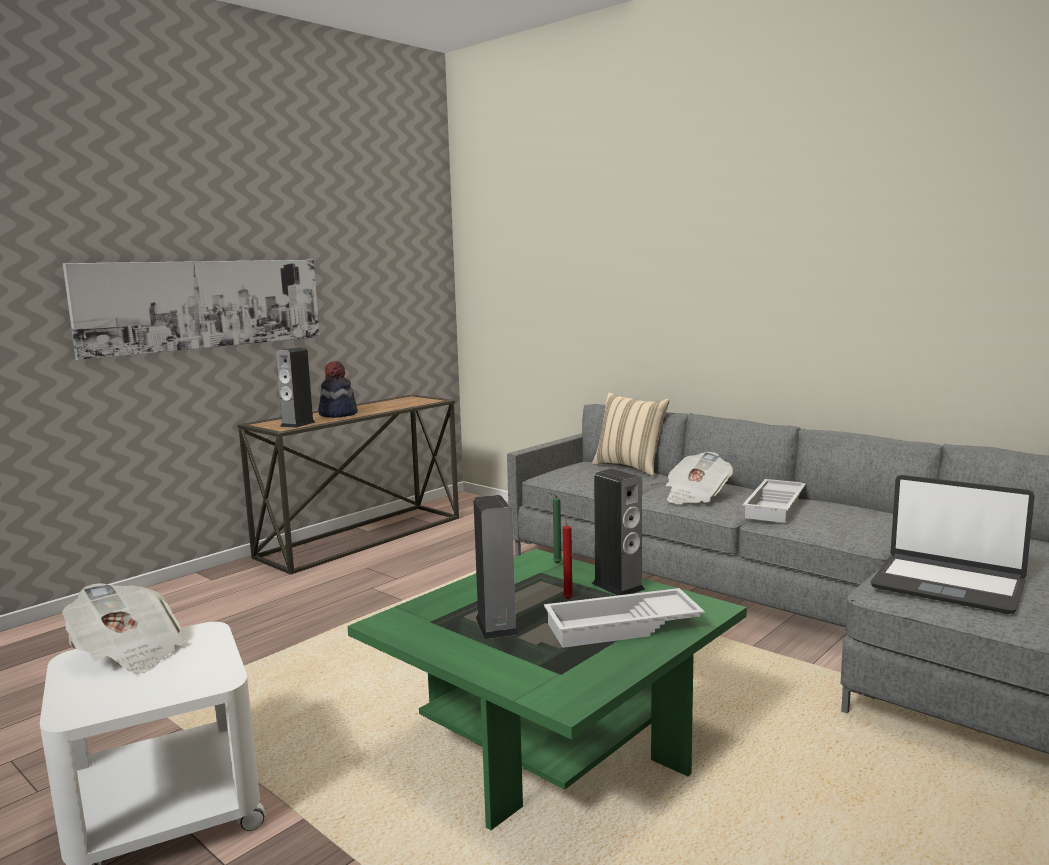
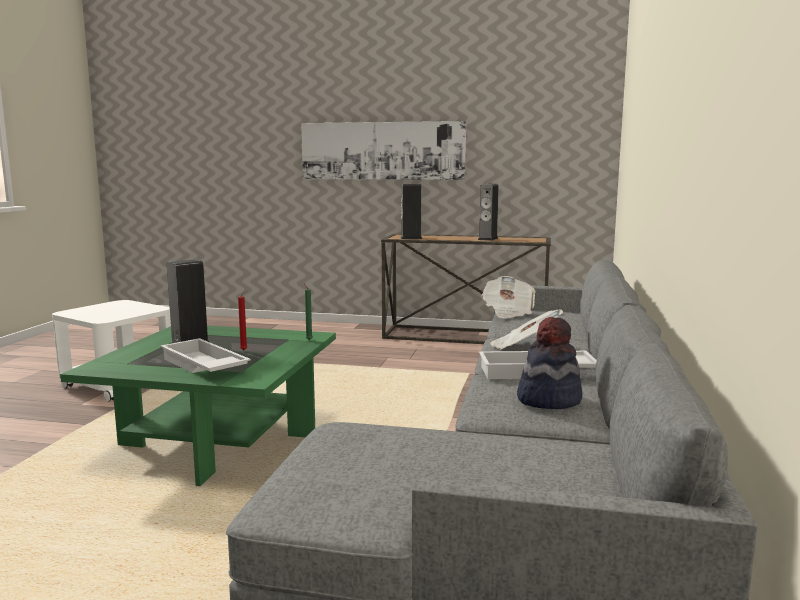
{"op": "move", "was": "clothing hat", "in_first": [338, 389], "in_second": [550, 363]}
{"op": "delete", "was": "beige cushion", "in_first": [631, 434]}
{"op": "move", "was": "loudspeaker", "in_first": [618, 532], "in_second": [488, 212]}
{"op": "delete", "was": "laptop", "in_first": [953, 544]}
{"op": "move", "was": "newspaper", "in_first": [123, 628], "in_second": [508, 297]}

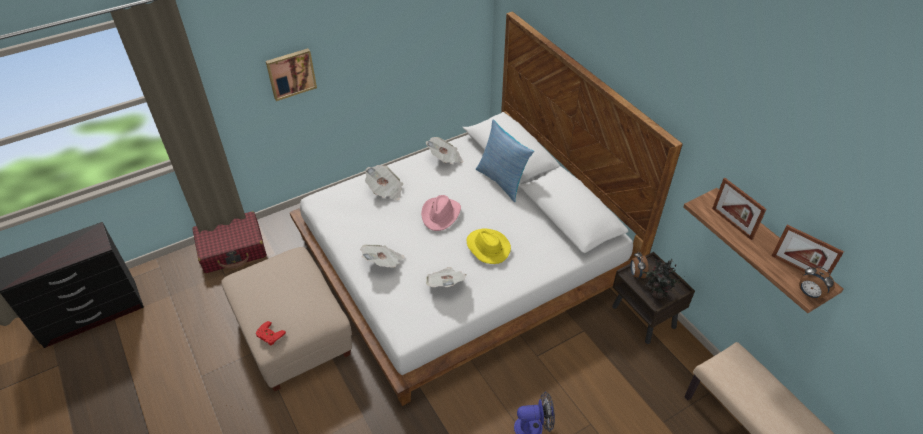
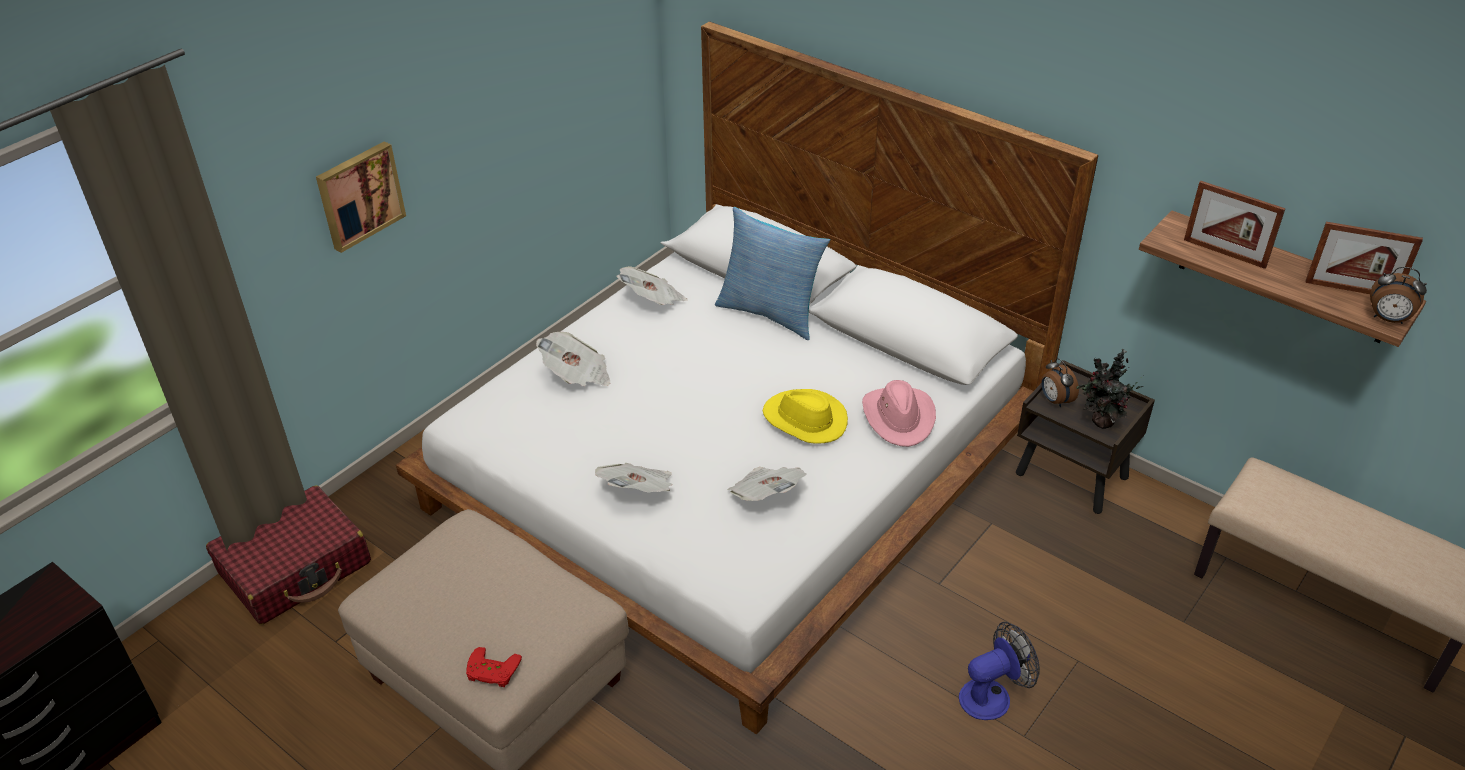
{"op": "move", "was": "pinkish clothing hat", "in_first": [441, 213], "in_second": [899, 413]}

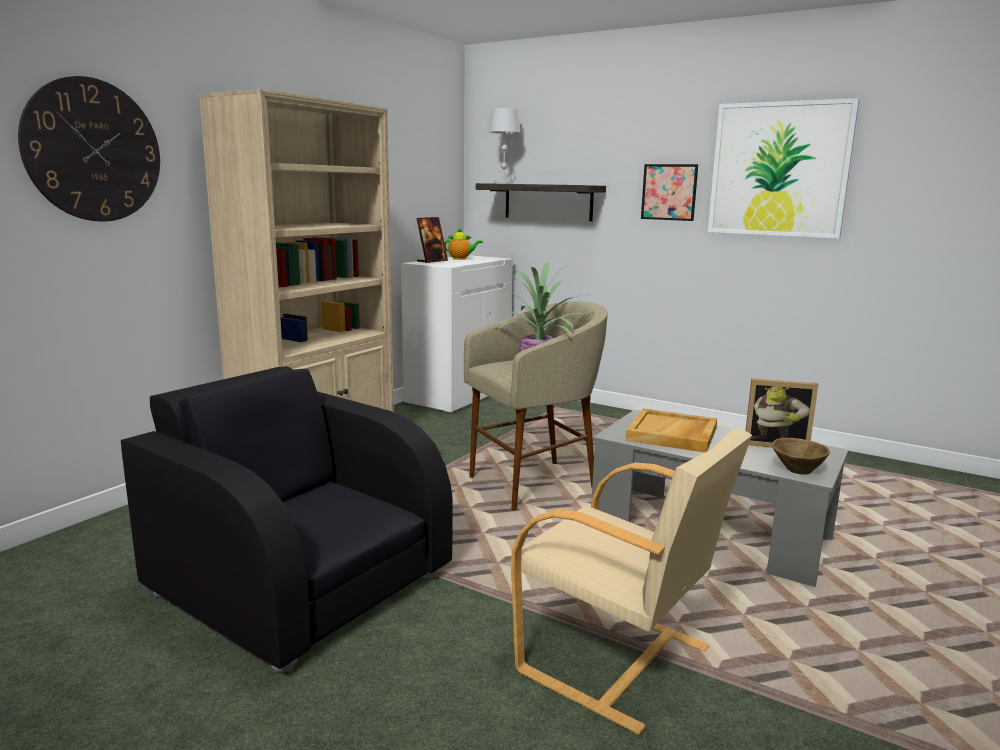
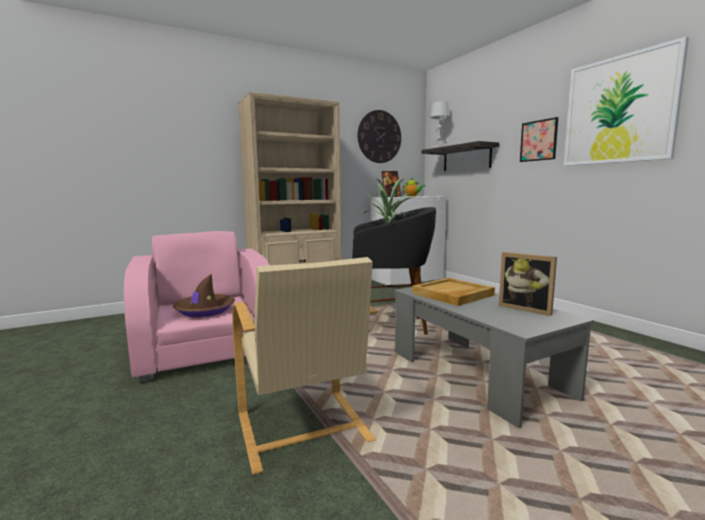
{"op": "move", "was": "wall clock", "in_first": [89, 149], "in_second": [379, 136]}
{"op": "recolor", "was": "beige sitting stool", "now": "blackish sitting stool", "in_first": [536, 406], "in_second": [394, 271]}
{"op": "recolor", "was": "blackish lounge chair", "now": "pinkish lounge chair", "in_first": [286, 519], "in_second": [196, 306]}
{"op": "delete", "was": "brown-coloured deep dish", "in_first": [801, 456]}
{"op": "insert", "now": "brown-coloured clothing hat", "in_second": [204, 295]}

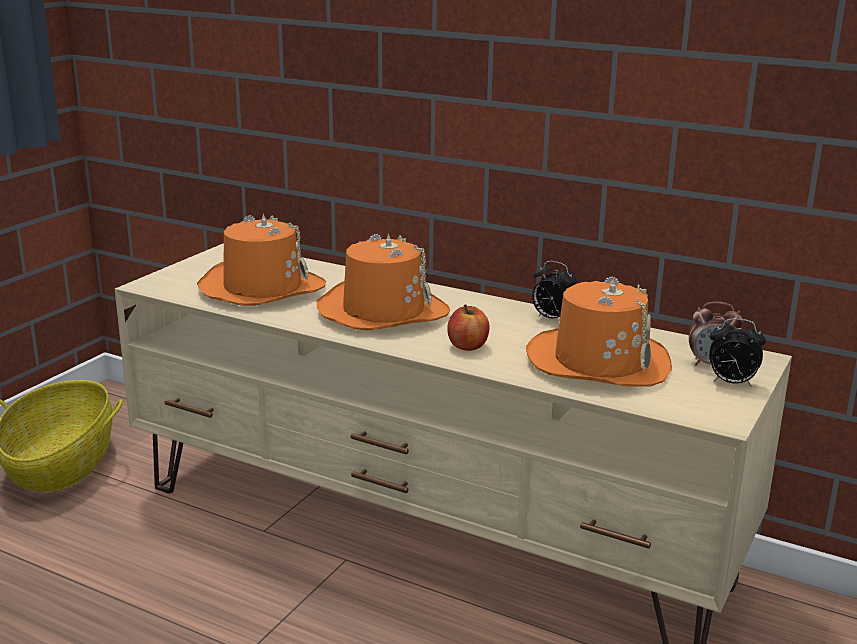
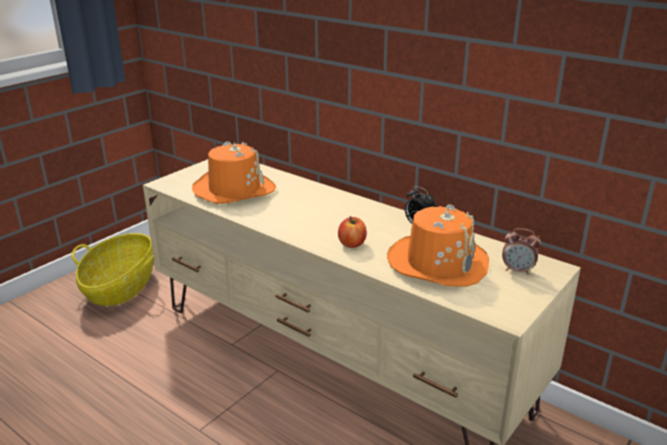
{"op": "delete", "was": "orange clothing hat", "in_first": [383, 282]}
{"op": "delete", "was": "alarm clock", "in_first": [737, 352]}

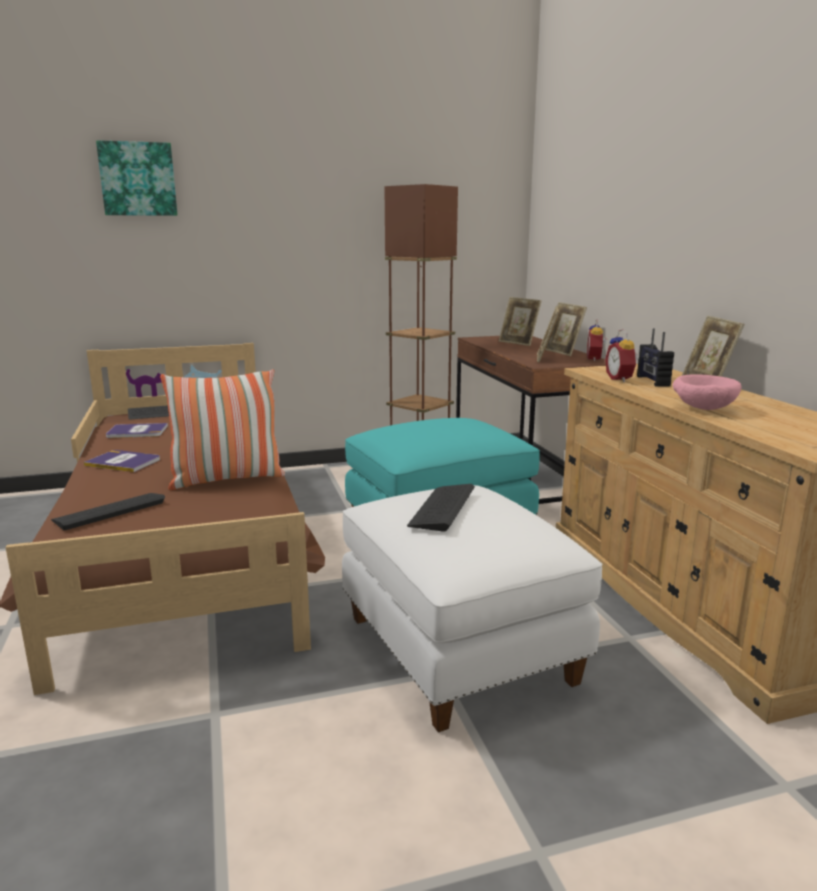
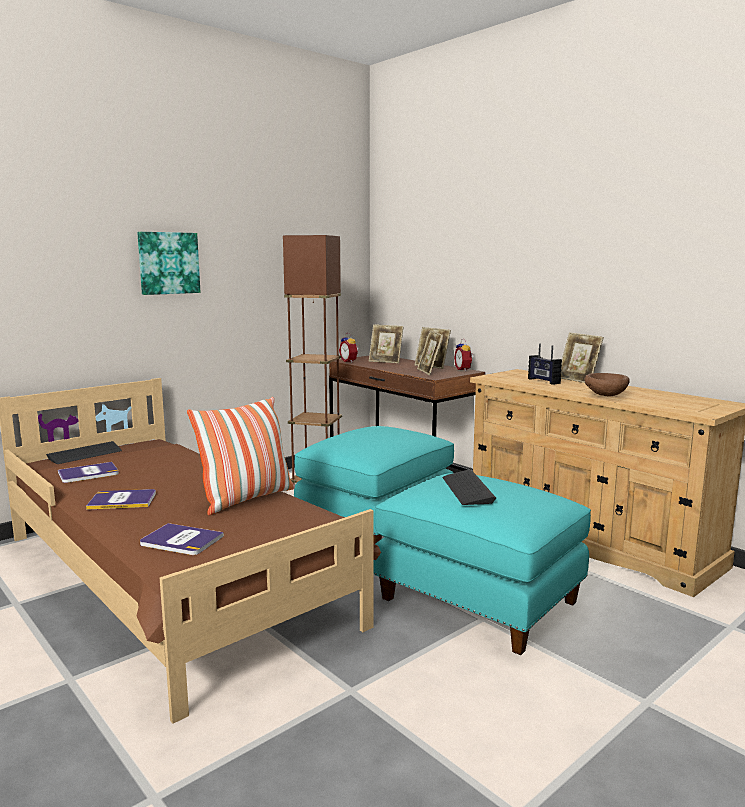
{"op": "move", "was": "wall art", "in_first": [137, 178], "in_second": [168, 263]}
{"op": "move", "was": "alarm clock", "in_first": [622, 355], "in_second": [348, 347]}
{"op": "recolor", "was": "pinkish deep dish", "now": "brown-coloured deep dish", "in_first": [707, 392], "in_second": [607, 384]}
{"op": "recolor", "was": "white footrest", "now": "blue-green footrest", "in_first": [472, 608], "in_second": [482, 564]}
{"op": "replace", "was": "computer keyboard", "now": "bound book", "in_first": [108, 511], "in_second": [182, 539]}

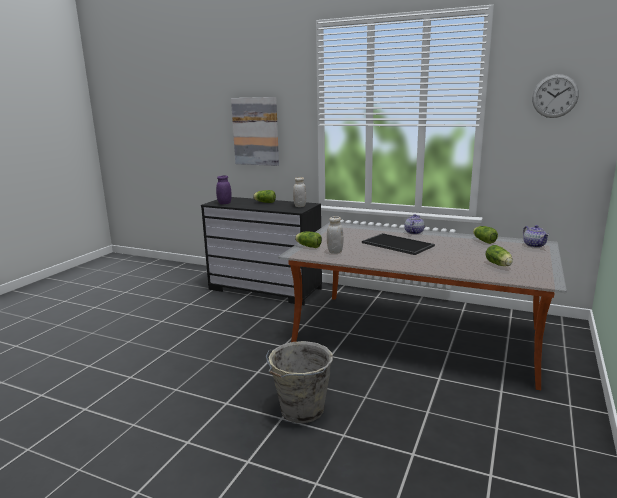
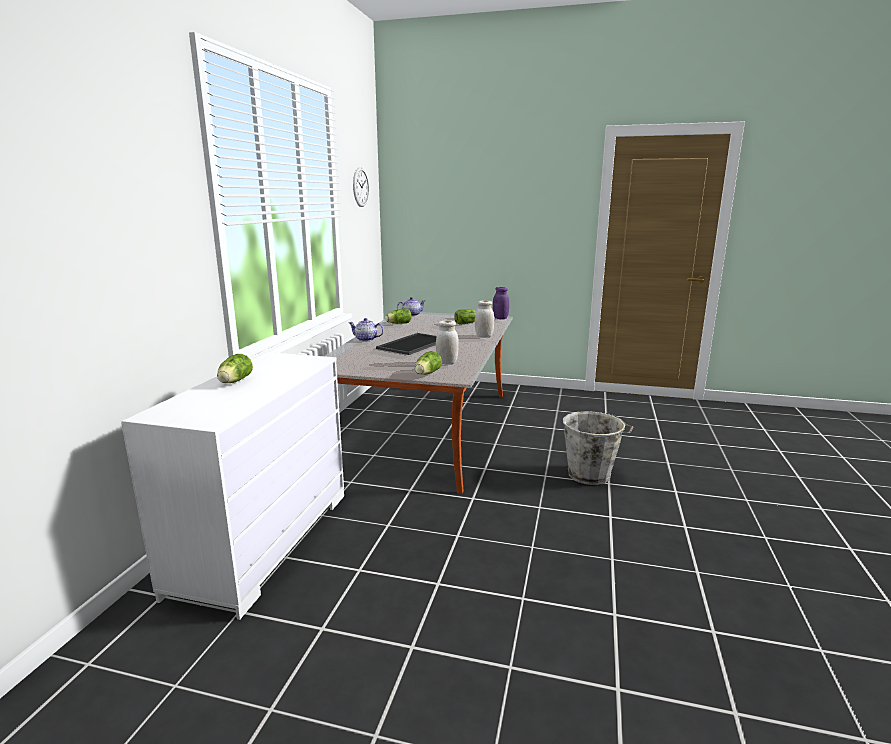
{"op": "delete", "was": "wall art", "in_first": [255, 131]}
{"op": "move", "was": "purplish jar", "in_first": [224, 189], "in_second": [501, 303]}
{"op": "move", "was": "white jar", "in_first": [299, 192], "in_second": [484, 318]}
{"op": "recolor", "was": "blackish drawer chest", "now": "white drawer chest", "in_first": [261, 251], "in_second": [232, 486]}

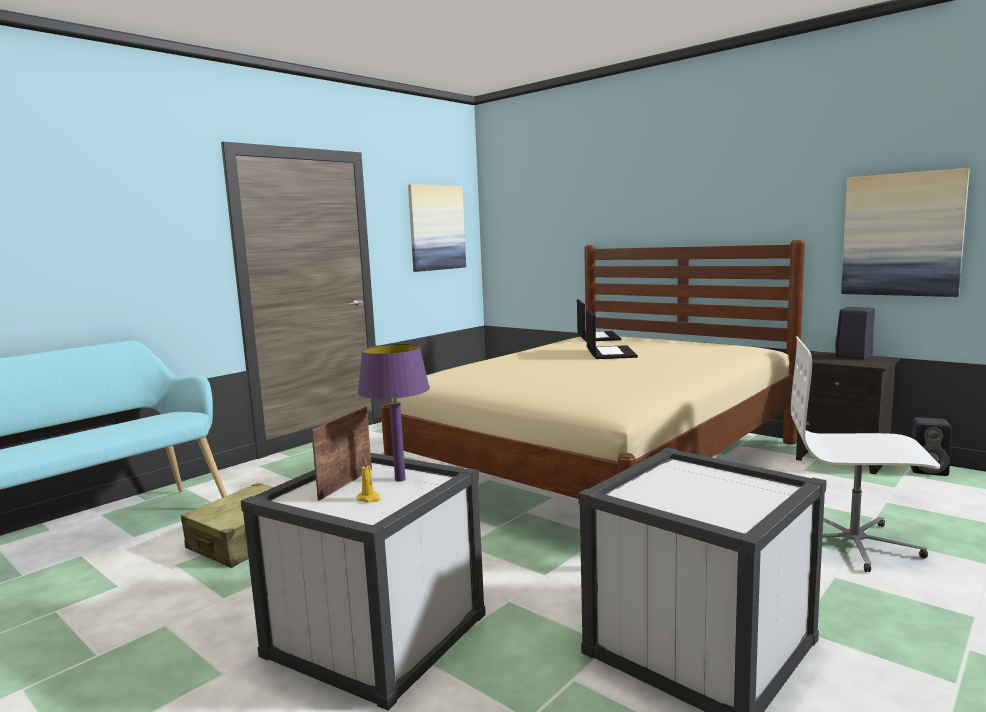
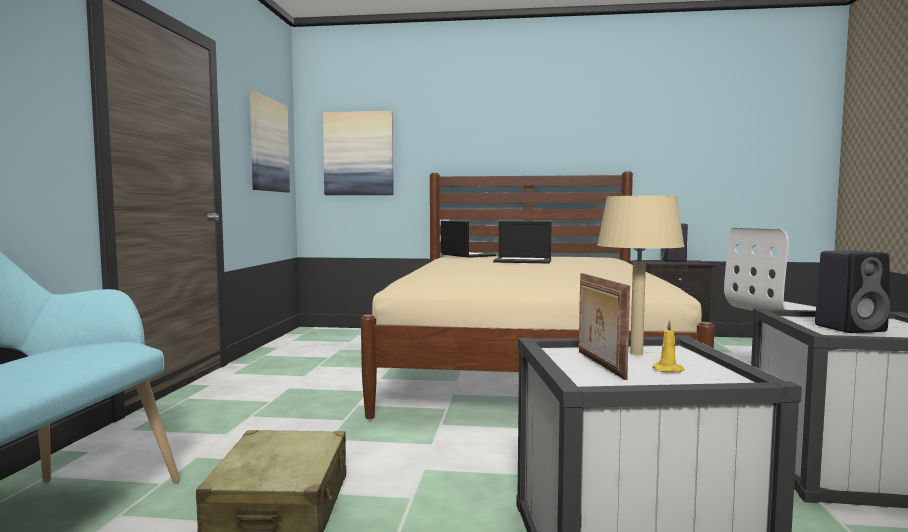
{"op": "move", "was": "wall art", "in_first": [905, 232], "in_second": [358, 153]}
{"op": "rotate", "was": "laptop", "in_first": [612, 334], "in_second": [522, 242], "clockwise": 135}
{"op": "recolor", "was": "purplish table lamp", "now": "beige table lamp", "in_first": [394, 413], "in_second": [641, 275]}
{"op": "move", "was": "blackish loudspeaker", "in_first": [930, 446], "in_second": [852, 291]}

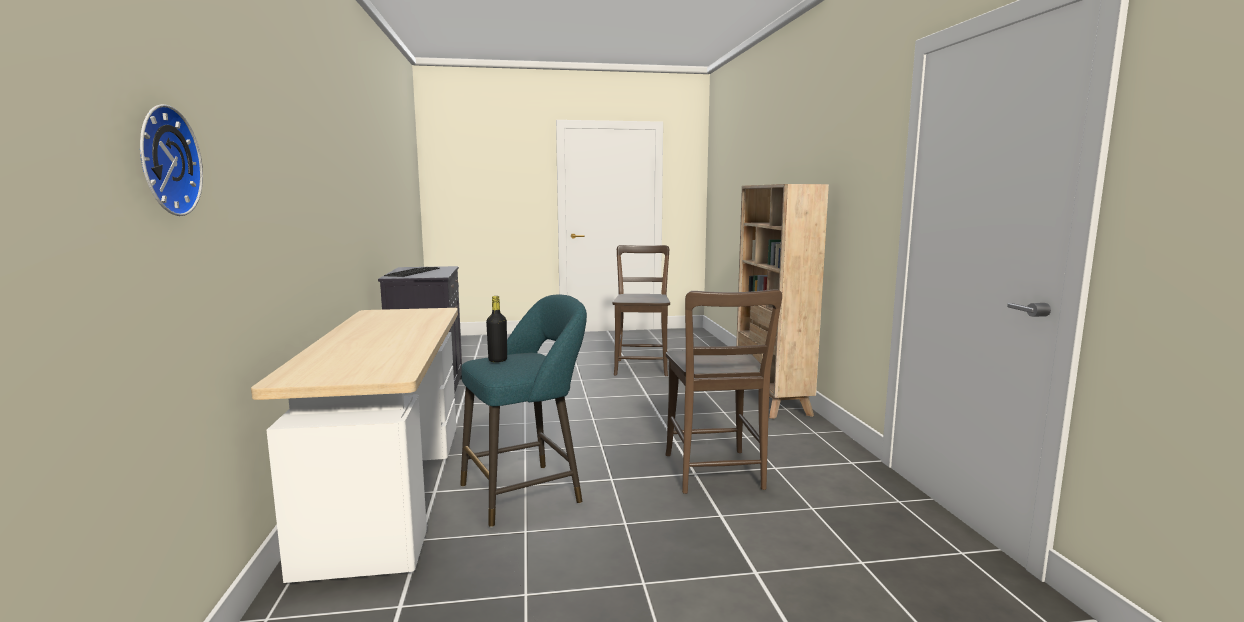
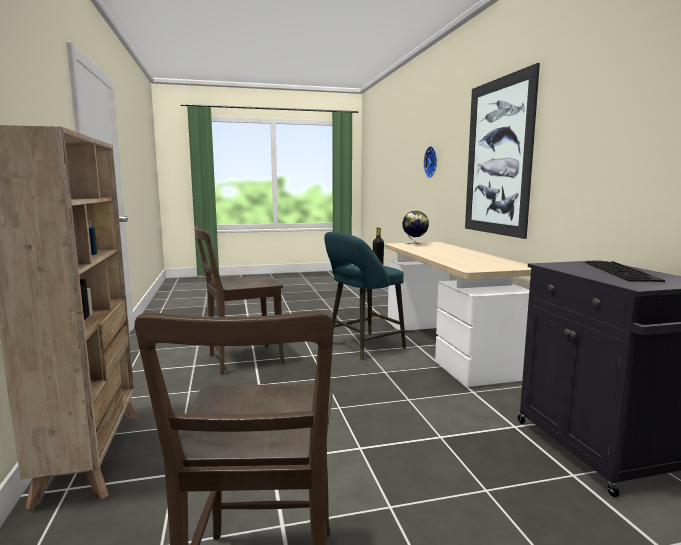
{"op": "rotate", "was": "brown-coloured plain chair", "in_first": [723, 391], "in_second": [239, 300], "clockwise": -105}
{"op": "insert", "now": "wall art", "in_second": [502, 151]}
{"op": "insert", "now": "desk globe", "in_second": [415, 228]}

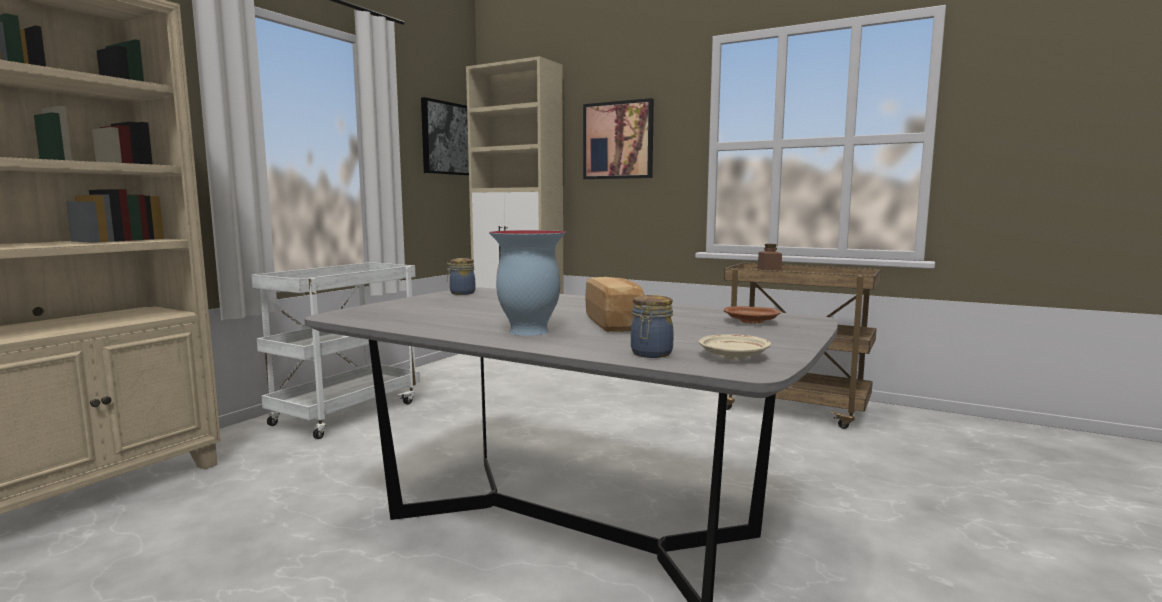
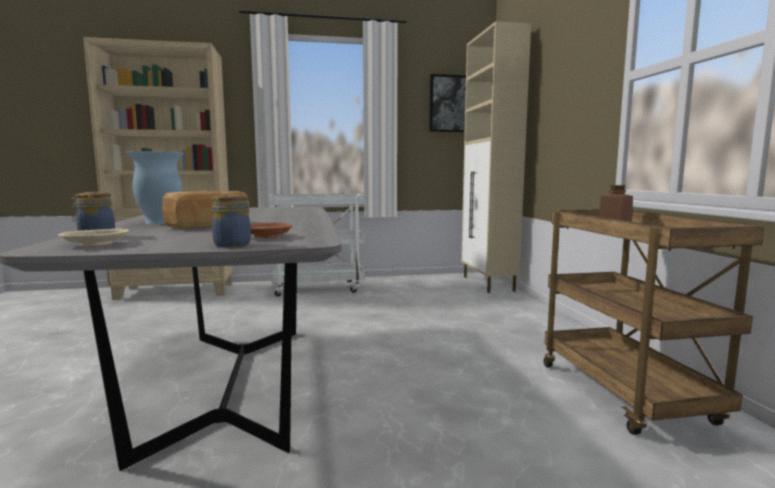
{"op": "delete", "was": "wall art", "in_first": [618, 139]}
{"op": "move", "was": "jar", "in_first": [461, 276], "in_second": [231, 221]}

